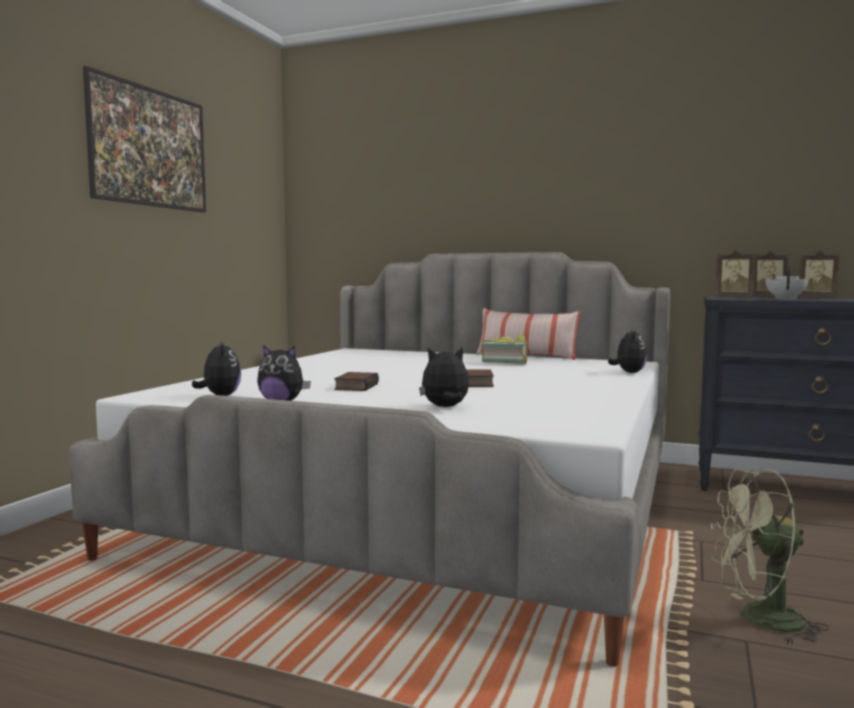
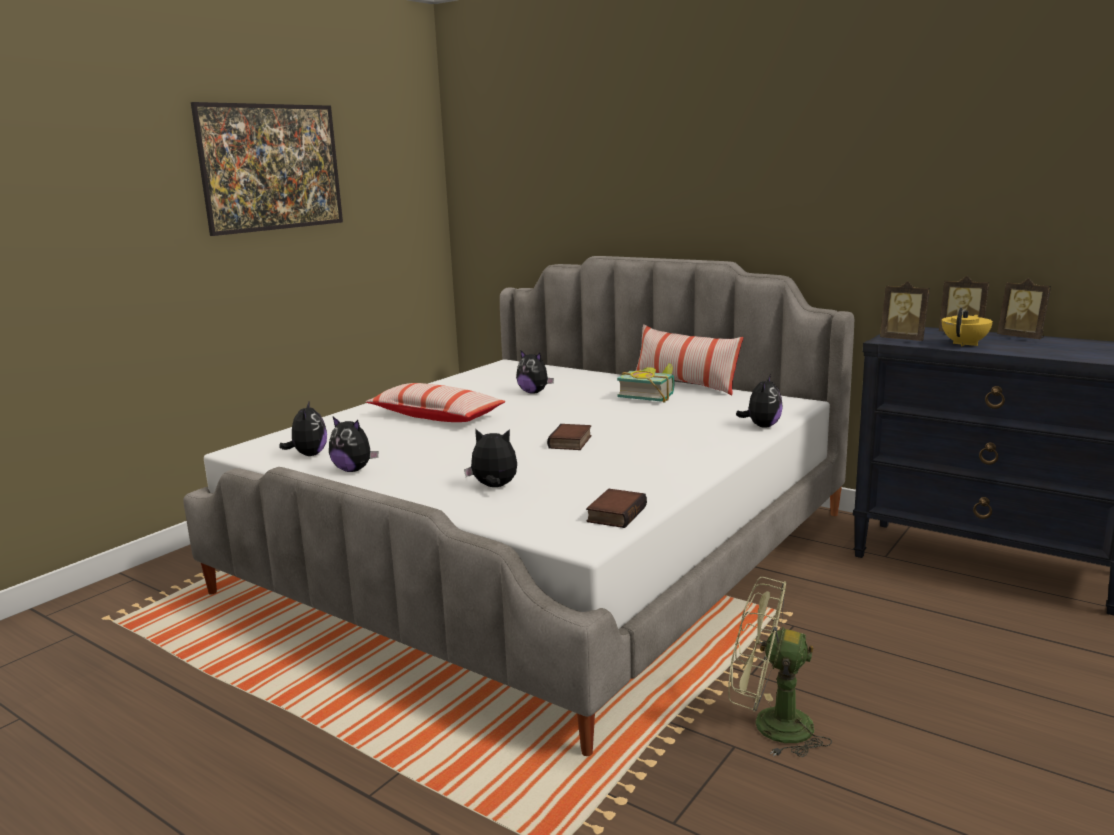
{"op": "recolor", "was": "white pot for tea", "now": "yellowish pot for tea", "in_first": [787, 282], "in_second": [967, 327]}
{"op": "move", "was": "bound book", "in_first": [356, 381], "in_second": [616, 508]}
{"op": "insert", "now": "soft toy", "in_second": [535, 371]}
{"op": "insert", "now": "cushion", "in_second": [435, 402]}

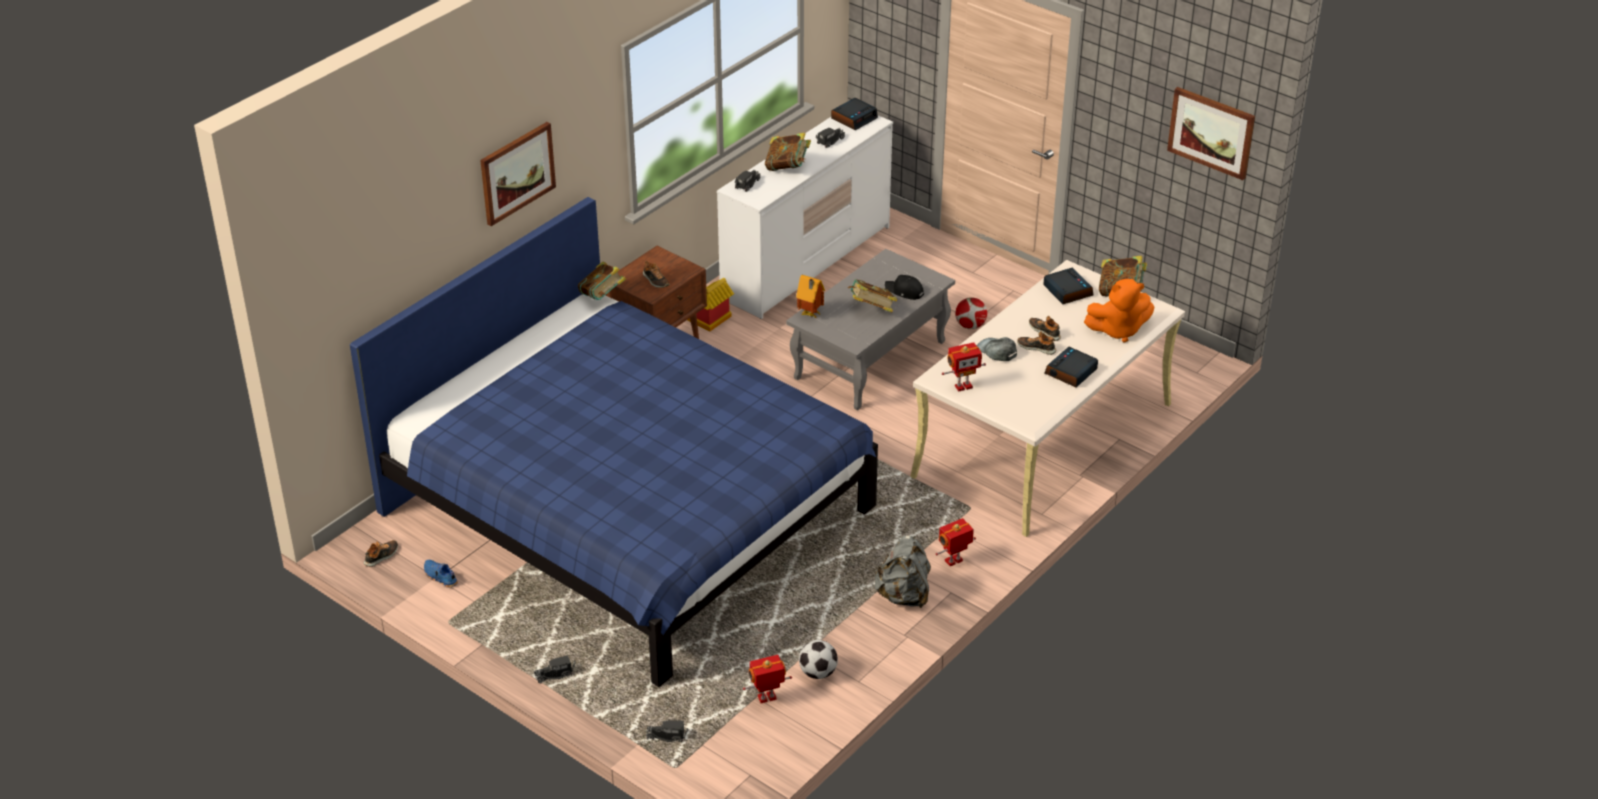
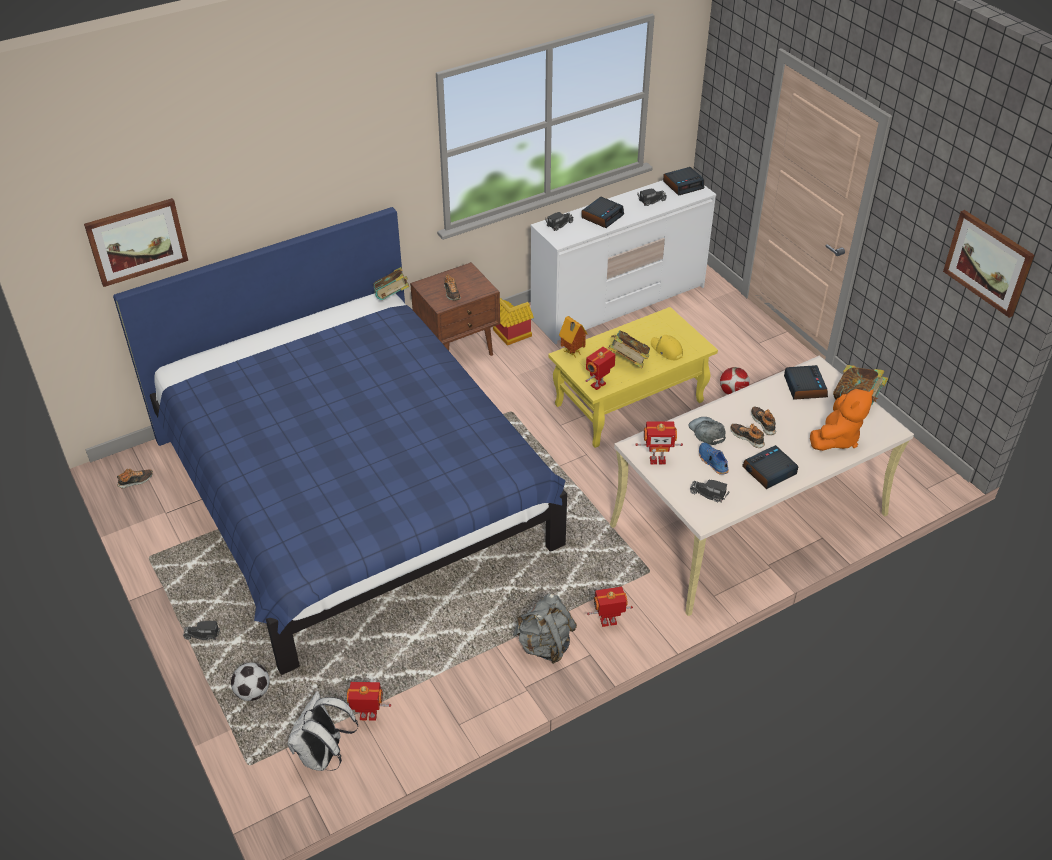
{"op": "move", "was": "wall art", "in_first": [518, 174], "in_second": [136, 242]}
{"op": "replace", "was": "bound book", "now": "alarm clock", "in_first": [788, 152], "in_second": [602, 212]}
{"op": "recolor", "was": "greyish coffee table", "now": "yellowish coffee table", "in_first": [870, 329], "in_second": [633, 377]}
{"op": "recolor", "was": "blackish peaked cap", "now": "yellowish peaked cap", "in_first": [904, 287], "in_second": [667, 347]}
{"op": "rotate", "was": "orange soft toy", "in_first": [1119, 311], "in_second": [842, 420], "clockwise": -60}
{"op": "move", "was": "bluish low shoe", "in_first": [441, 574], "in_second": [714, 458]}
{"op": "move", "was": "ball for football", "in_first": [818, 659], "in_second": [250, 682]}
{"op": "move", "was": "toy lorry", "in_first": [667, 731], "in_second": [709, 490]}
{"op": "insert", "now": "toy robot", "in_second": [601, 368]}
{"op": "insert", "now": "white knapsack", "in_second": [322, 731]}

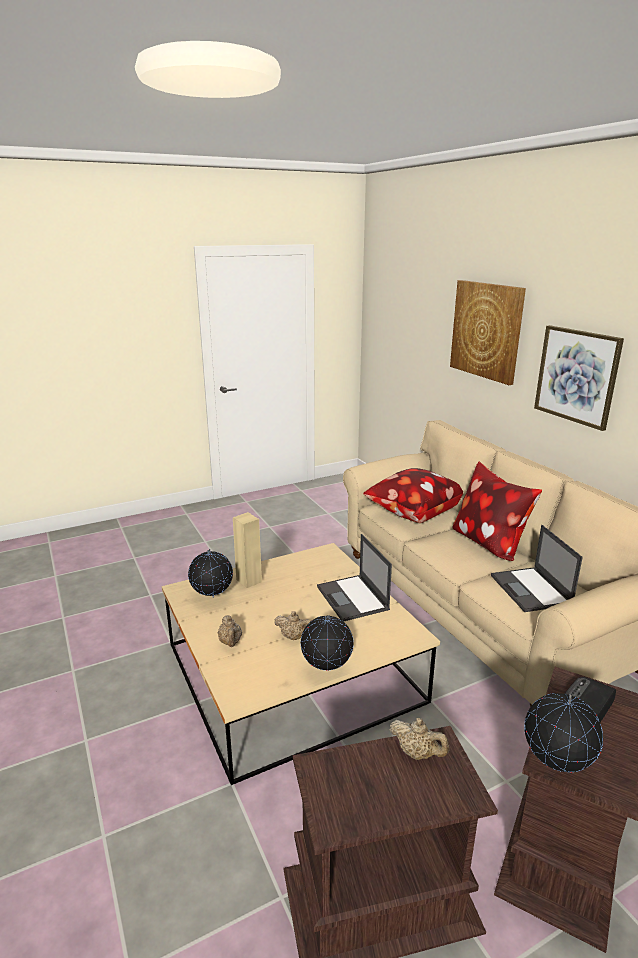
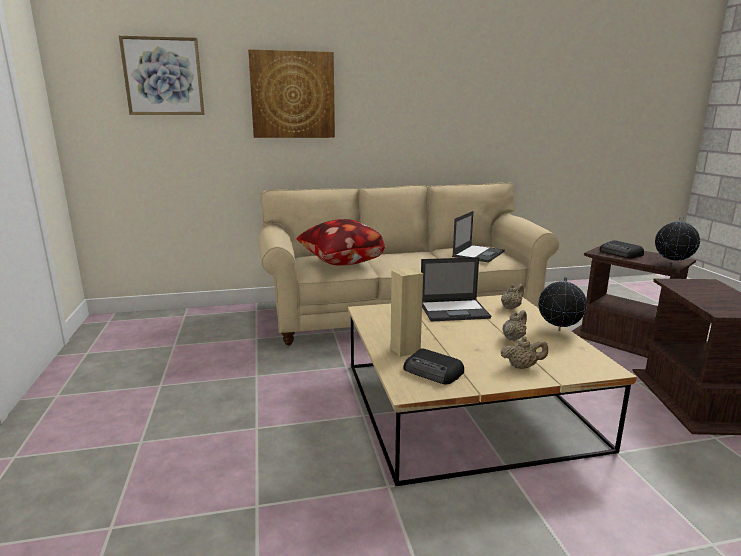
{"op": "move", "was": "wall art", "in_first": [579, 378], "in_second": [162, 75]}
{"op": "delete", "was": "cushion", "in_first": [497, 511]}
{"op": "rotate", "was": "laptop", "in_first": [537, 568], "in_second": [478, 237], "clockwise": -60}
{"op": "replace", "was": "desk globe", "now": "radio receiver", "in_first": [210, 573], "in_second": [433, 366]}
{"op": "move", "was": "beige pot for tea", "in_first": [419, 739], "in_second": [512, 297]}

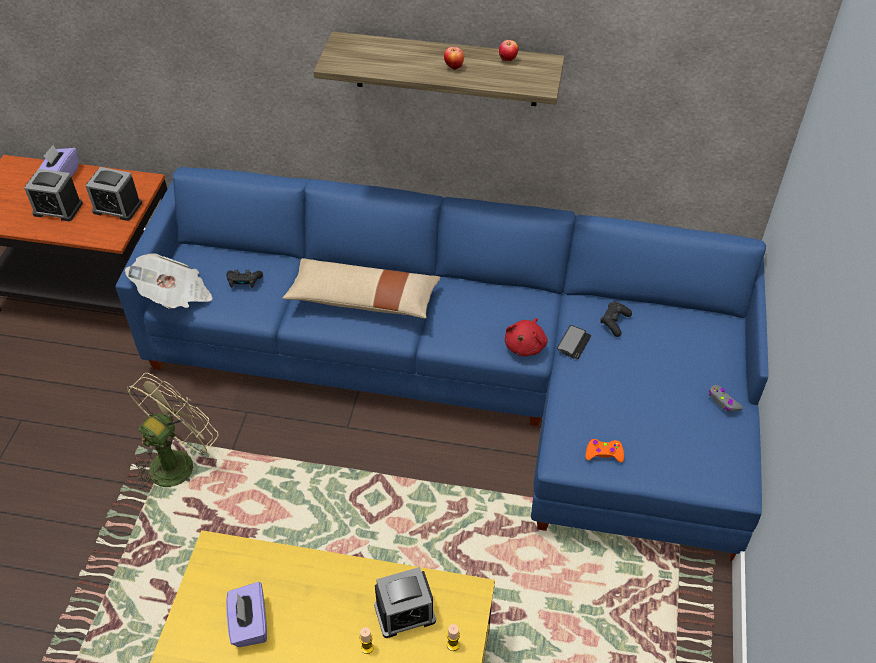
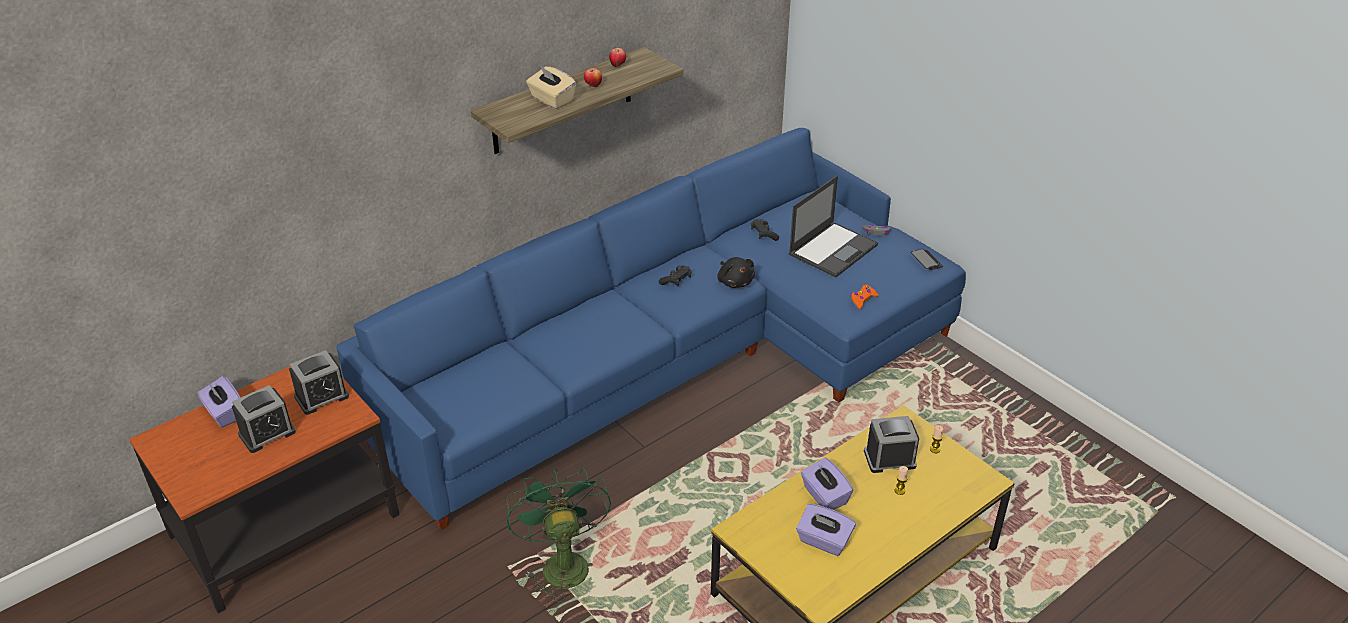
{"op": "delete", "was": "newspaper", "in_first": [169, 281]}
{"op": "delete", "was": "beige cushion", "in_first": [362, 288]}
{"op": "move", "was": "blackish gamepad", "in_first": [244, 279], "in_second": [675, 276]}
{"op": "recolor", "was": "red soft toy", "now": "blackish soft toy", "in_first": [526, 337], "in_second": [736, 272]}
{"op": "move", "was": "handset", "in_first": [574, 342], "in_second": [926, 259]}
{"op": "recolor", "was": "beige cooling fan", "now": "green cooling fan", "in_first": [172, 431], "in_second": [558, 534]}
{"op": "rotate", "was": "alarm clock", "in_first": [405, 602], "in_second": [891, 444], "clockwise": -120}
{"op": "insert", "now": "beige tissue holder", "in_second": [551, 87]}
{"op": "insert", "now": "laptop", "in_second": [833, 226]}
{"op": "insert", "now": "purplish tissue holder", "in_second": [827, 483]}

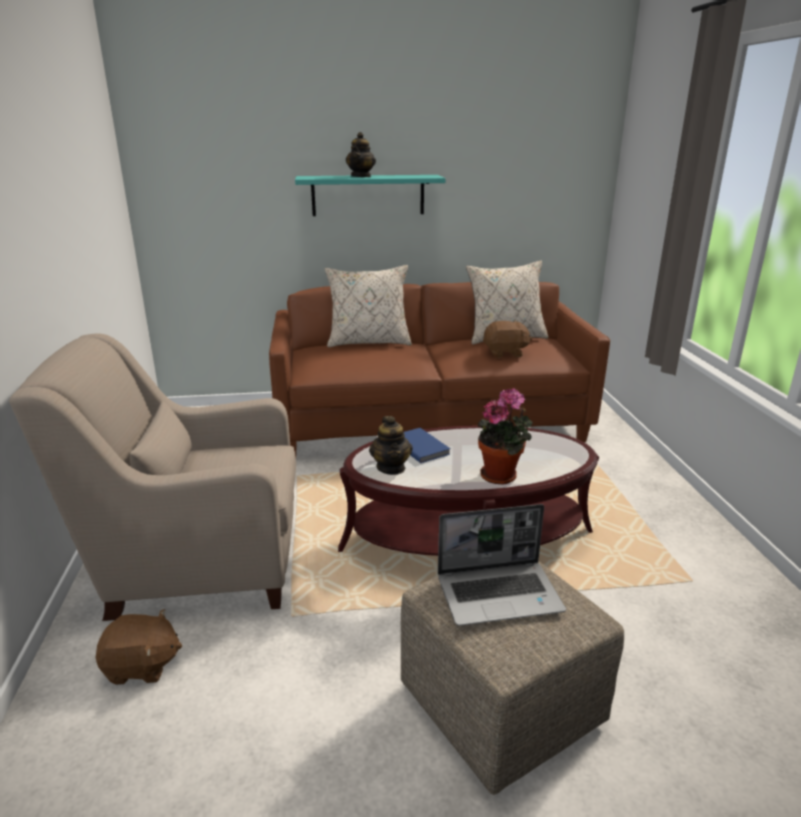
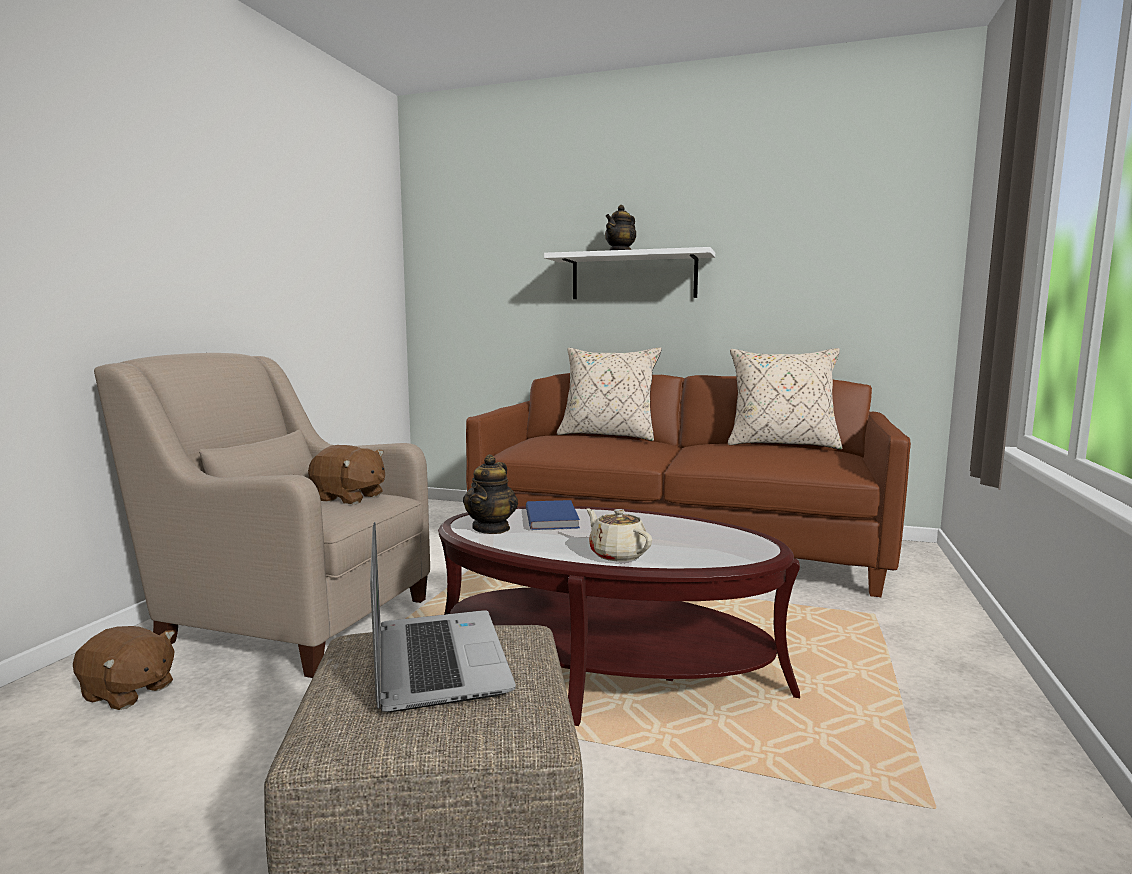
{"op": "recolor", "was": "blue-green bracket shelf", "now": "white bracket shelf", "in_first": [370, 195], "in_second": [629, 273]}
{"op": "move", "was": "brown-coloured soft toy", "in_first": [507, 339], "in_second": [346, 474]}
{"op": "replace", "was": "plant in a pot", "now": "beige pot for tea", "in_first": [505, 436], "in_second": [619, 534]}
{"op": "rotate", "was": "laptop", "in_first": [502, 565], "in_second": [443, 617], "clockwise": -120}

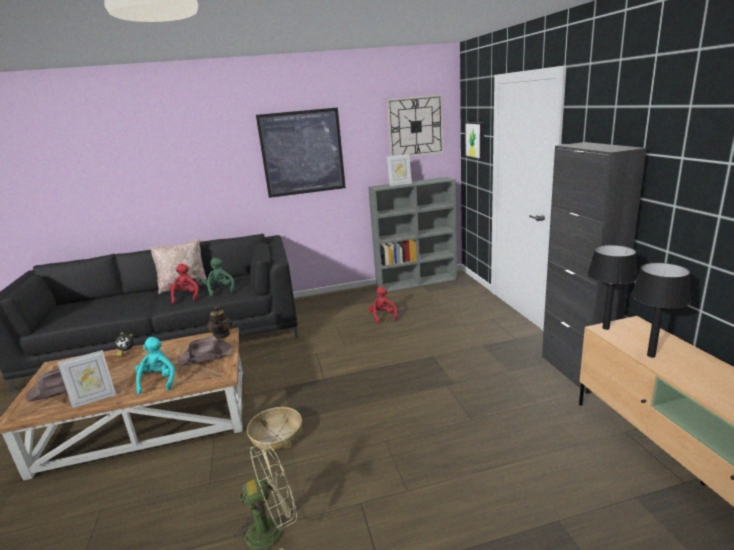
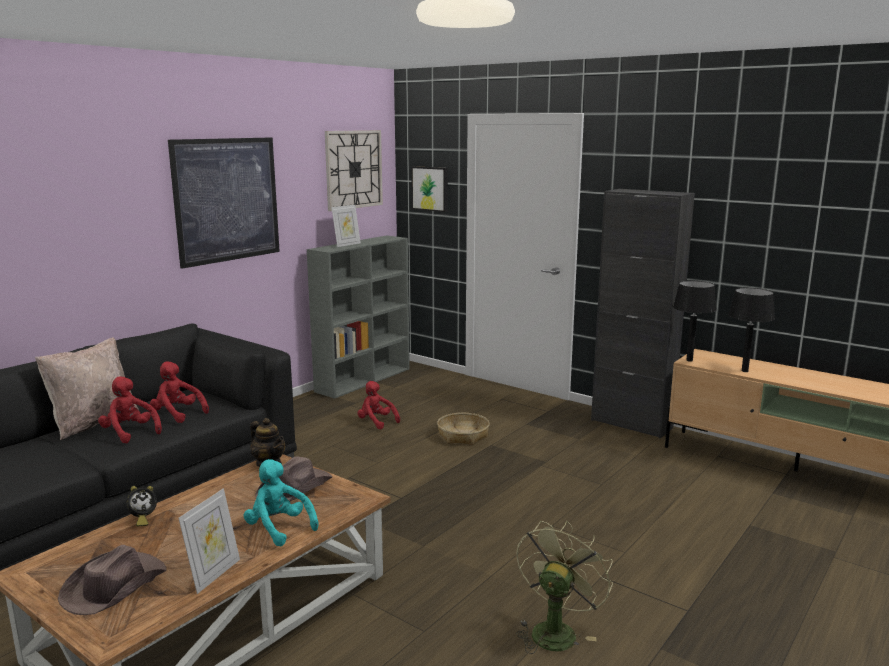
{"op": "recolor", "was": "green soft toy", "now": "red soft toy", "in_first": [219, 277], "in_second": [179, 392]}
{"op": "move", "was": "storage basket", "in_first": [274, 430], "in_second": [463, 429]}

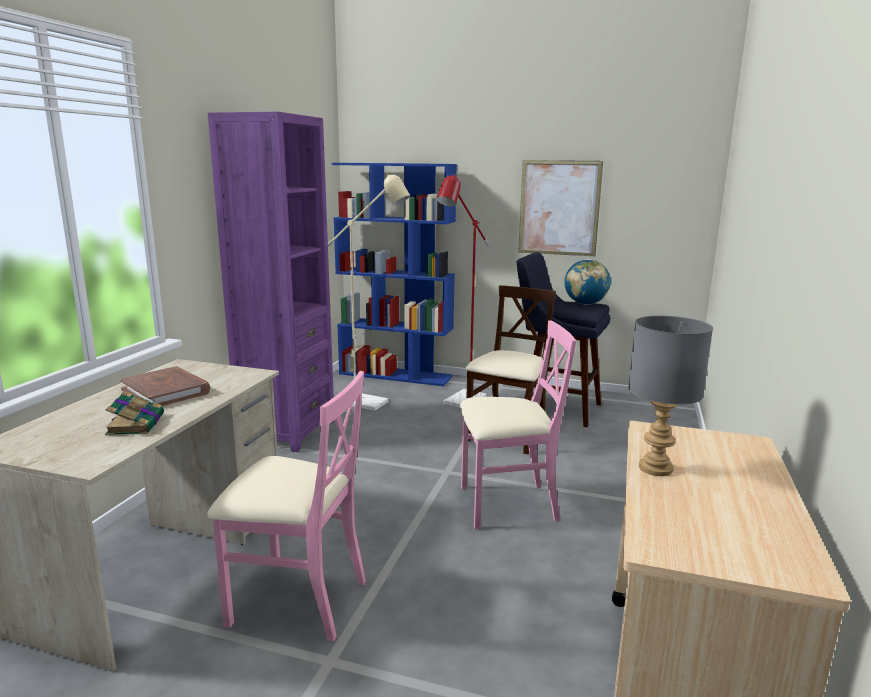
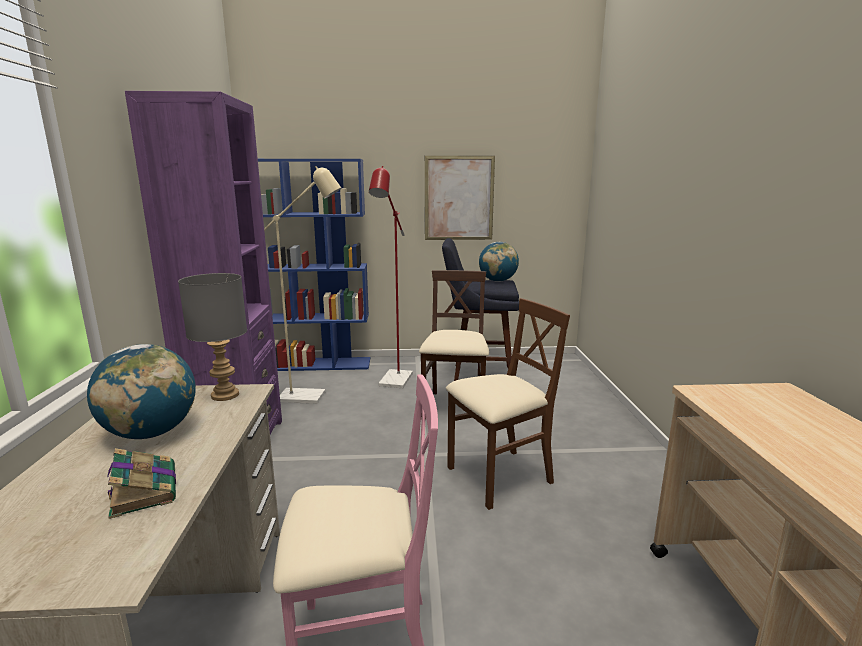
{"op": "move", "was": "greyish table lamp", "in_first": [670, 396], "in_second": [212, 337]}
{"op": "recolor", "was": "pinkish plain chair", "now": "brown-coloured plain chair", "in_first": [518, 424], "in_second": [508, 404]}
{"op": "replace", "was": "brown-coloured bound book", "now": "desk globe", "in_first": [165, 386], "in_second": [141, 391]}

